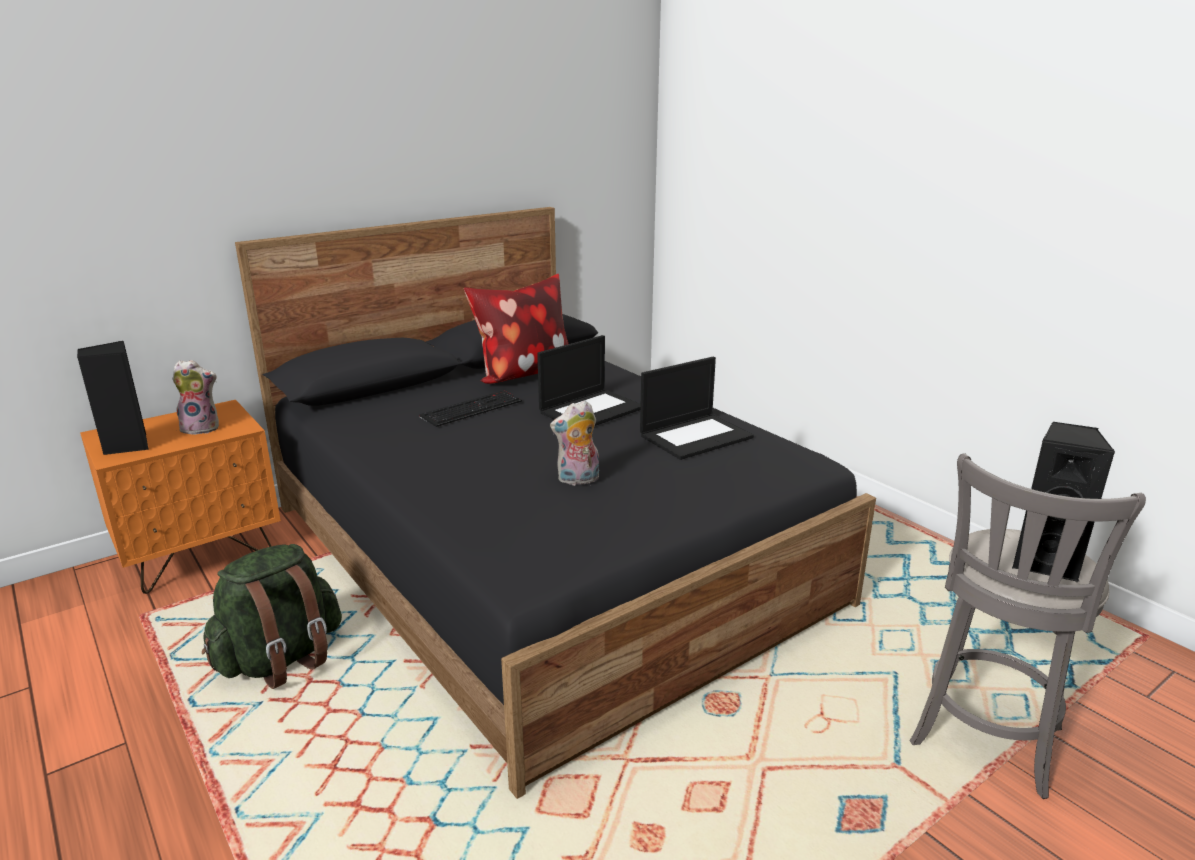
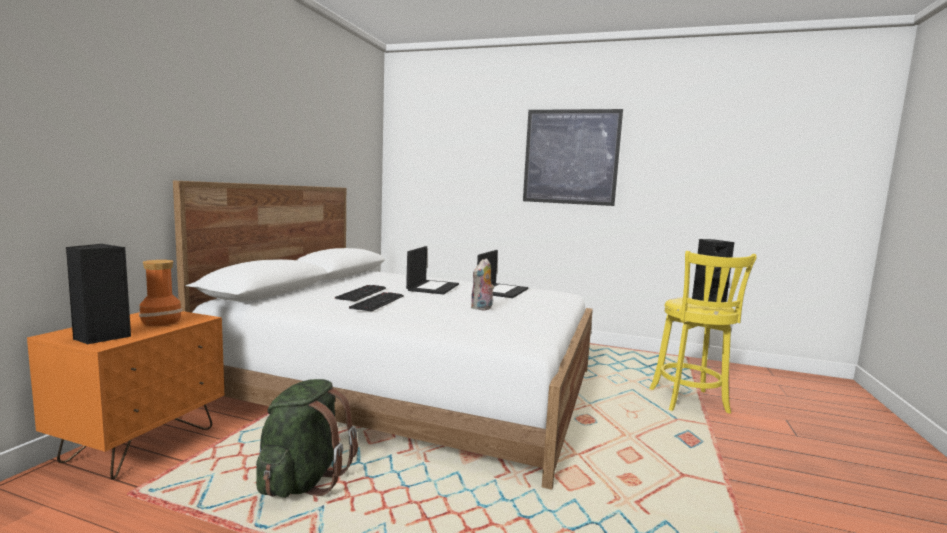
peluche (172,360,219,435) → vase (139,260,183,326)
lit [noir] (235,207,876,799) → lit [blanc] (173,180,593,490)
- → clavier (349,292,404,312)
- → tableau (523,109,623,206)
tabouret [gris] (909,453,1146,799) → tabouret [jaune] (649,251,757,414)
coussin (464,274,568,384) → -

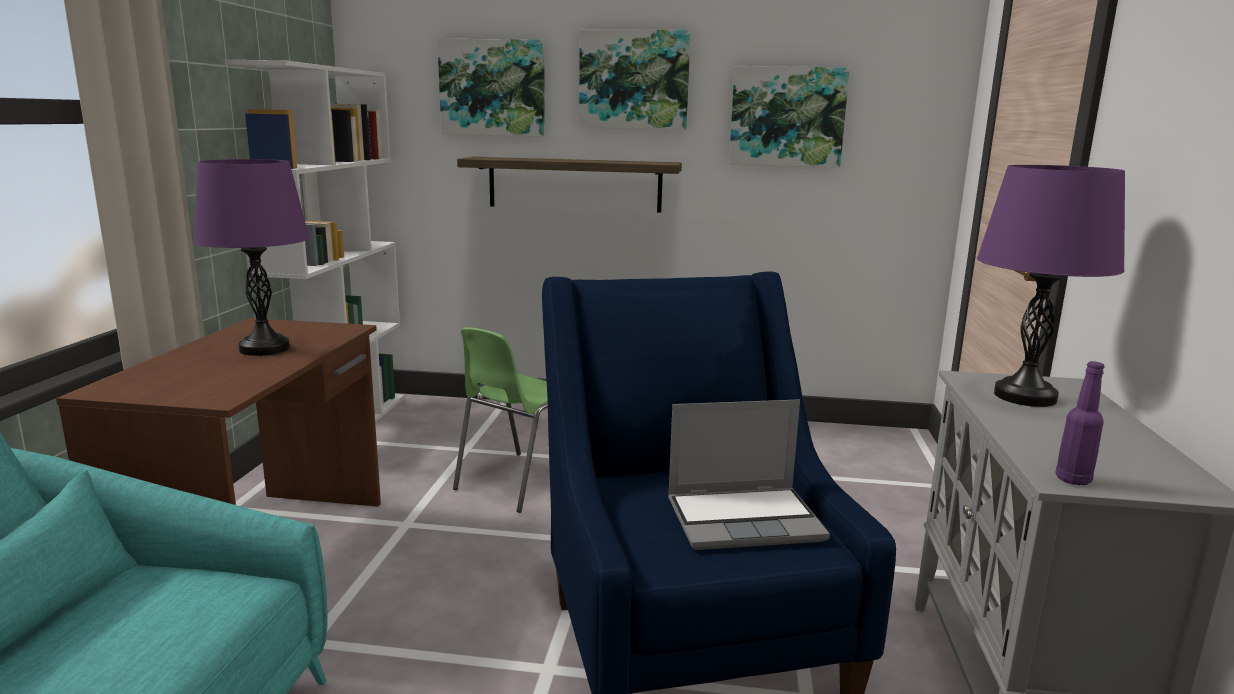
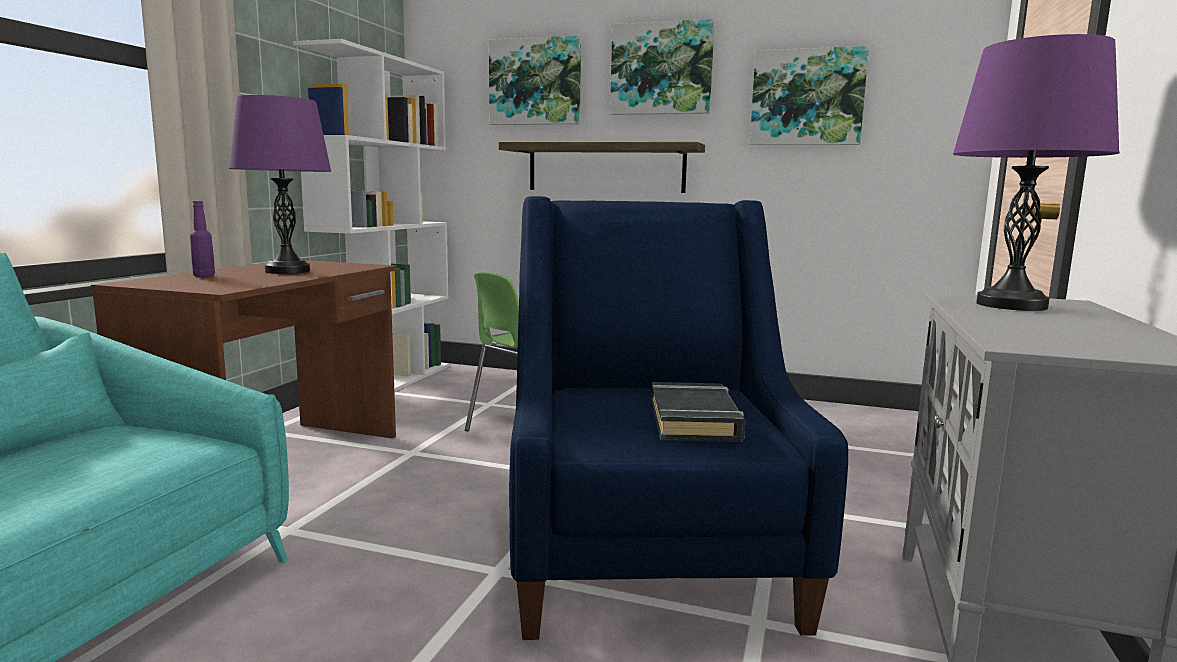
bouteille [violet] (1056,361,1104,485) → bouteille [violet] (190,201,215,277), move
ordinateur portable (668,399,830,550) → livre [noir] (651,382,745,442)

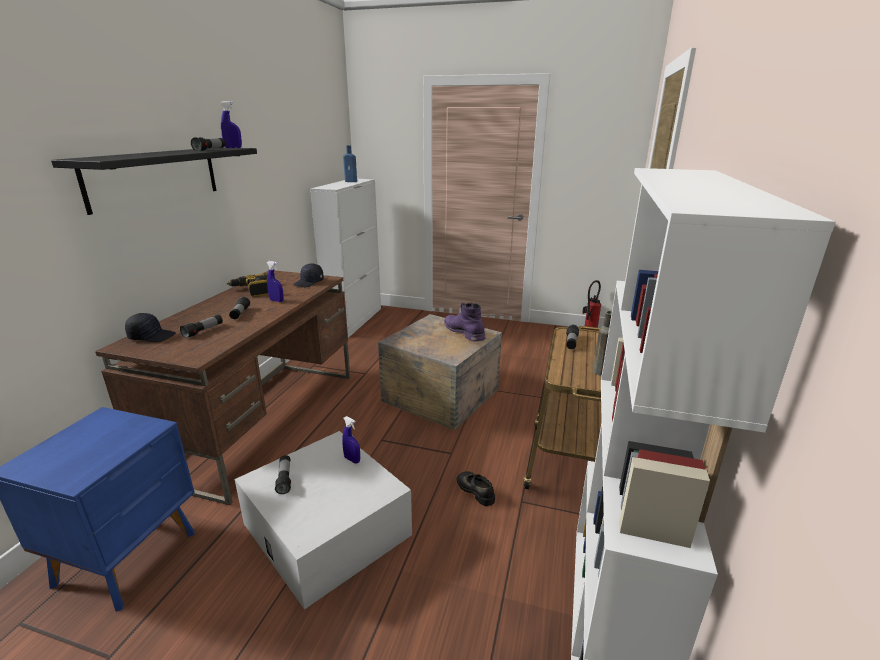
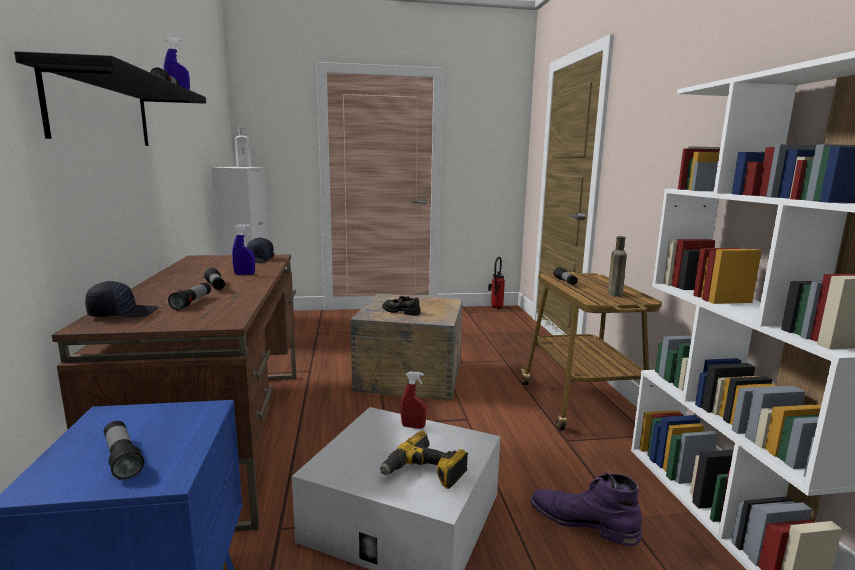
lampe de poche (275,455,291,494) → lampe de poche (104,421,144,480), move
bouteille [bleu] (343,145,357,182) → bouteille [blanc] (235,126,251,167)
perceuse (227,273,268,297) → perceuse (380,431,468,489), move
chaussure [noir] (457,471,495,506) → chaussure [noir] (382,296,421,316), move
vaporisateur [bleu] (342,416,360,464) → vaporisateur [rouge] (401,372,426,429)
botte [violet] (444,302,486,341) → botte [violet] (531,473,642,546), move

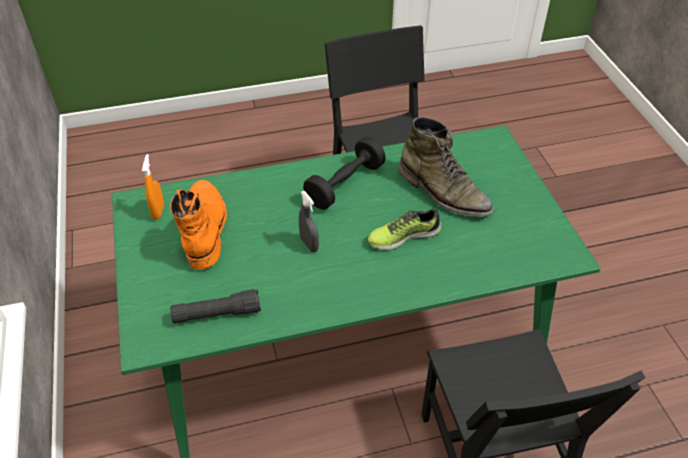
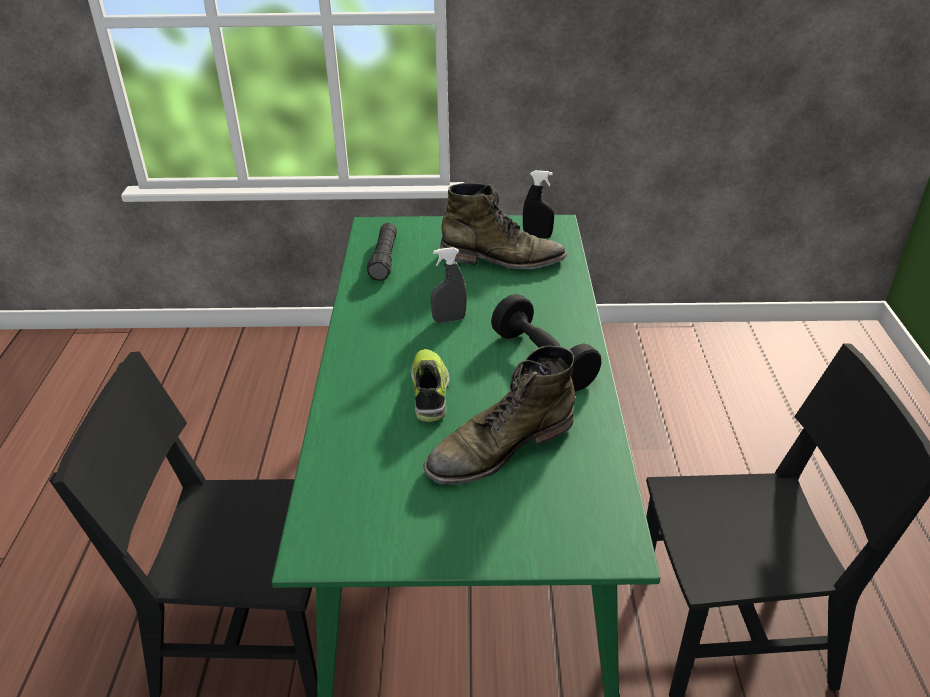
botte [orange] (170,180,227,269) → botte [vert] (440,183,567,269)
vaporisateur [orange] (142,154,164,220) → vaporisateur [noir] (523,170,554,238)

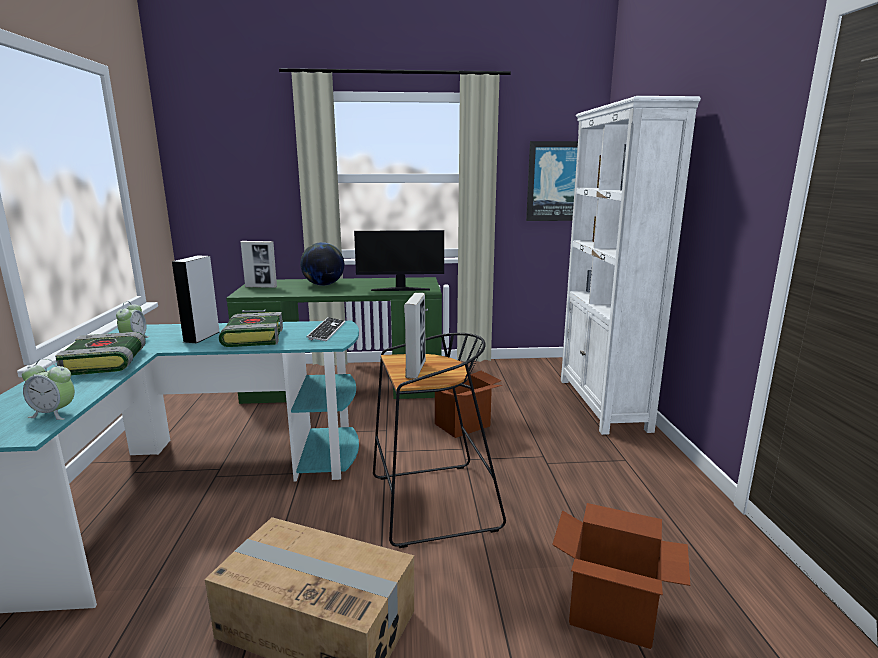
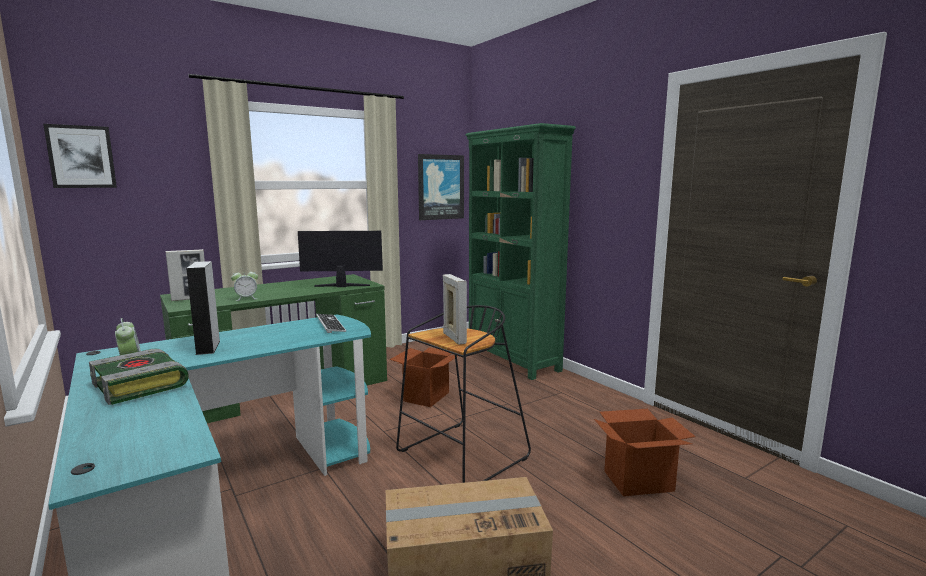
- → tableau (43,124,117,188)
réveil (22,359,75,420) → réveil (231,268,258,301), move
écran d'ordinateur (354,230,444,291) → écran d'ordinateur (298,231,383,287), 150 degrees counterclockwise
bibliothèque [blanc] (561,96,701,435) → bibliothèque [vert] (465,123,576,380)
livre (219,312,283,347) → -
globe (300,242,344,286) → -

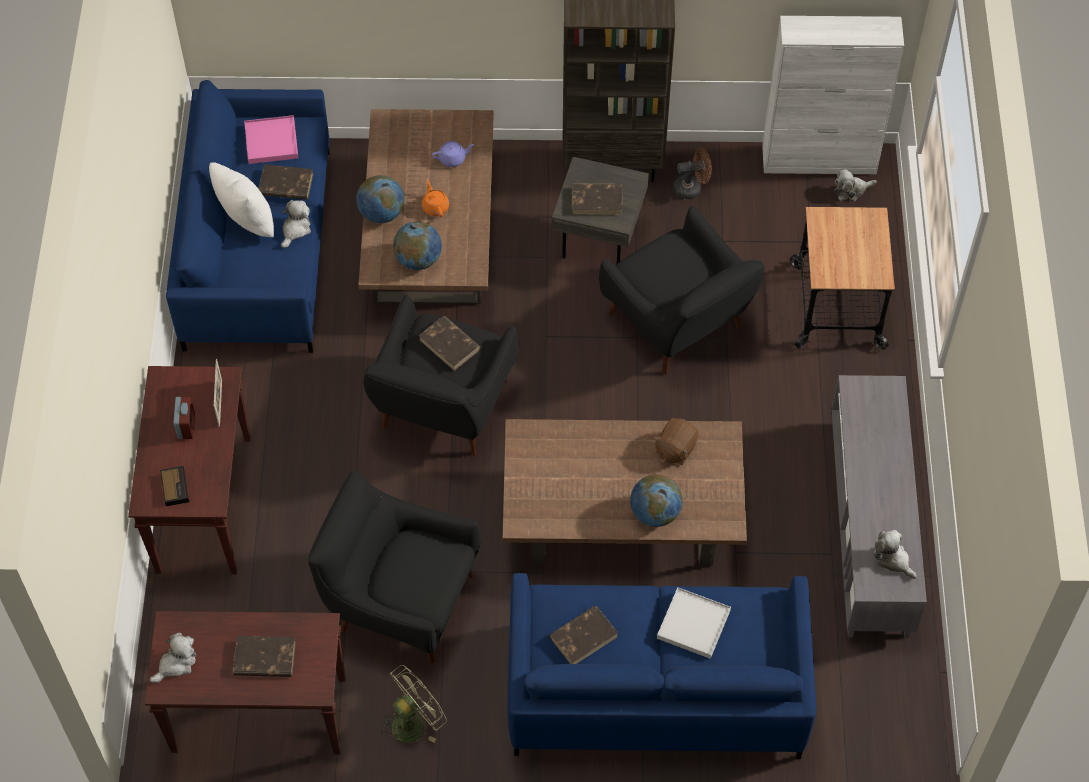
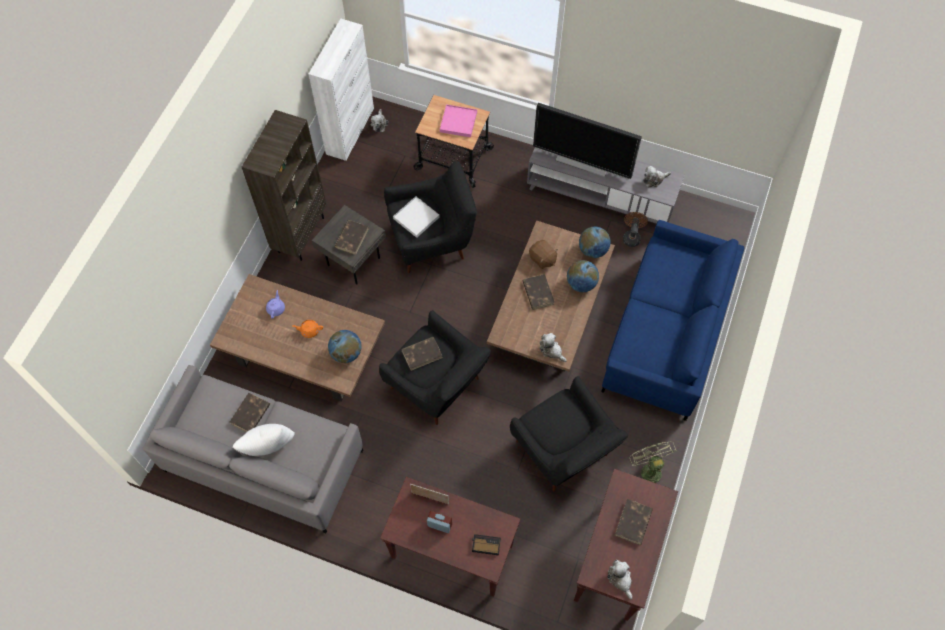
canapé [bleu] (166,80,330,353) → canapé [gris] (142,365,363,533)
plateau [blanc] (657,587,731,659) → plateau [blanc] (393,196,439,238), move
plateau [rose] (244,115,298,164) → plateau [rose] (440,104,477,137), move
fauteuil [noir] (308,471,481,664) → fauteuil [noir] (510,376,628,491), 75 degrees counterclockwise
livre [marron] (549,605,618,664) → livre [marron] (522,274,554,310), move
- → téléviseur (533,103,642,179)
peluche (281,200,311,248) → peluche (539,333,567,362), move
globe (356,175,404,223) → globe (579,226,611,258), move
ventilateur [marron] (674,148,712,199) → ventilateur [marron] (623,212,648,247), move

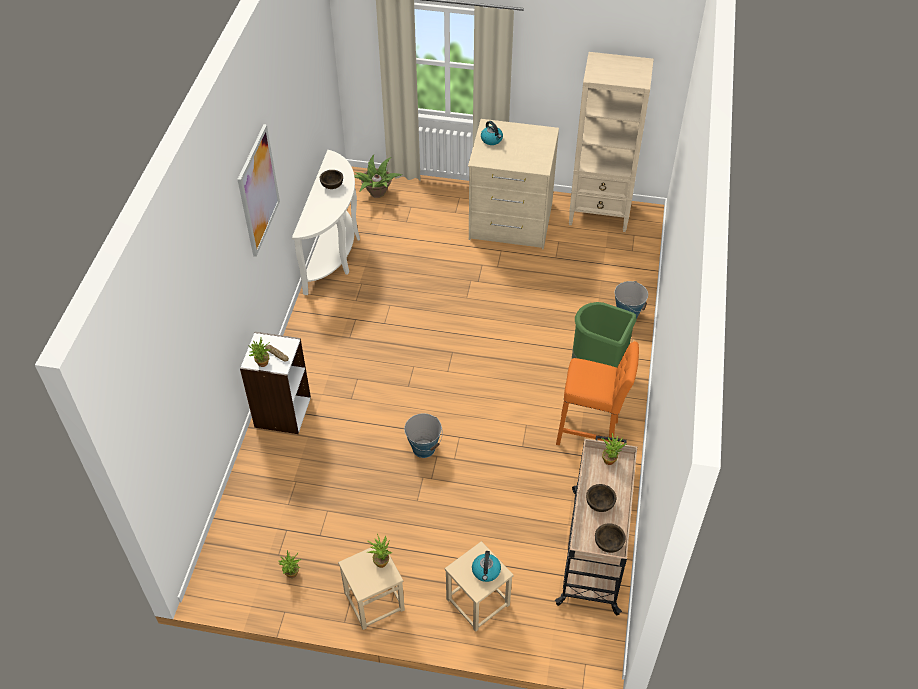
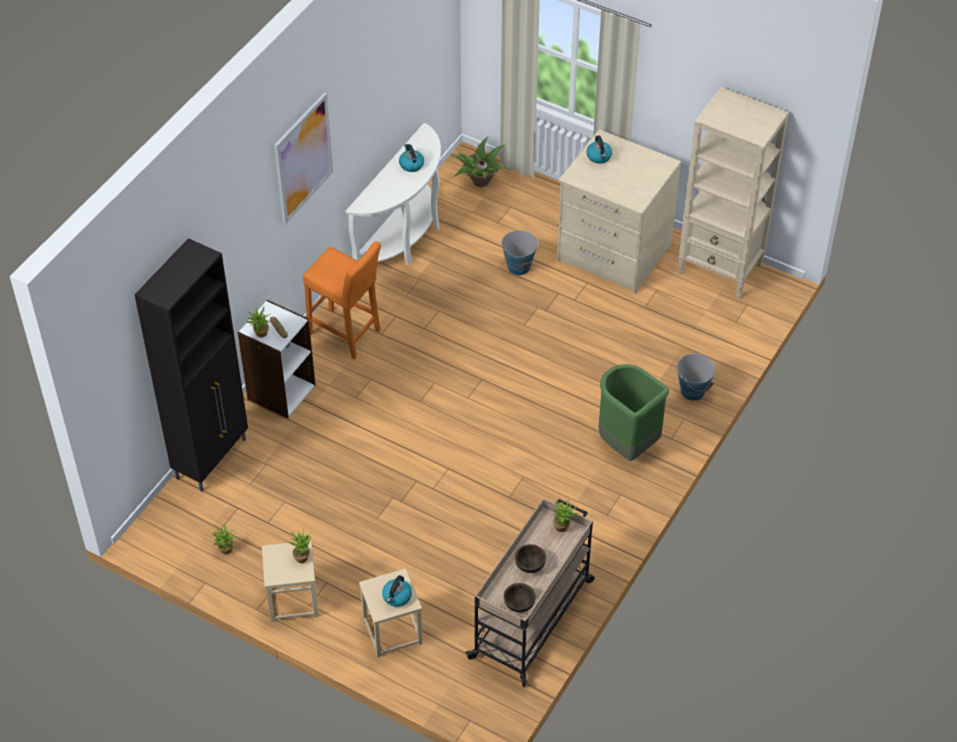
- → meuble de rangement [noir] (135,238,248,491)
tabouret [orange] (556,341,639,445) → tabouret [orange] (303,241,381,359), move
bol [marron] (320,170,343,189) → bouilloire (399,144,424,172)
seau (404,413,443,458) → seau (501,230,539,275), move

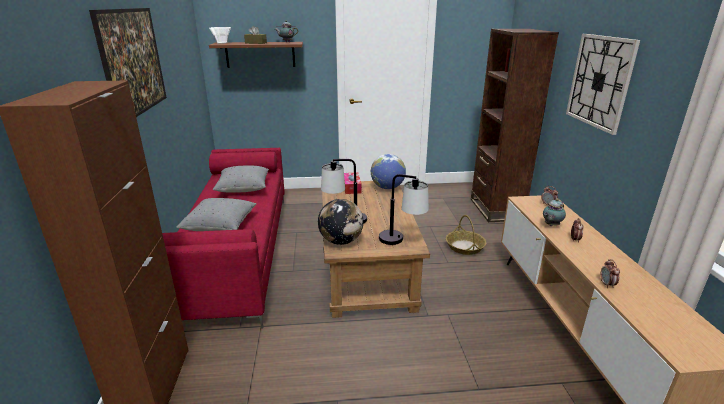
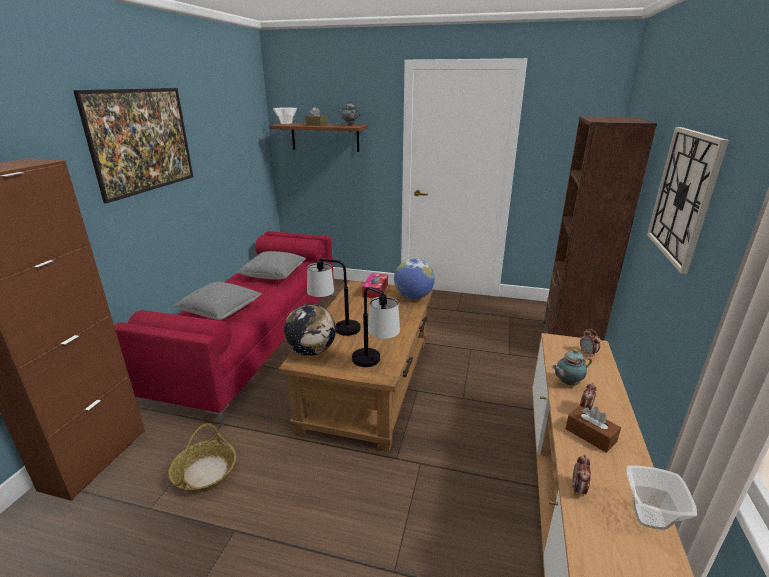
panier (446,215,486,255) → panier (168,423,236,493), move
- → boîte à mouchoirs [marron] (565,406,621,453)
- → bol (626,466,697,530)

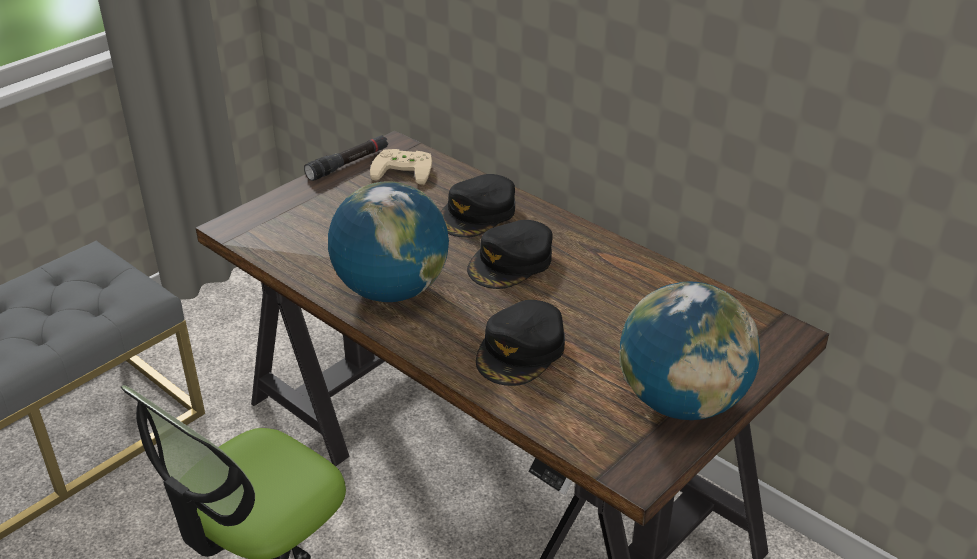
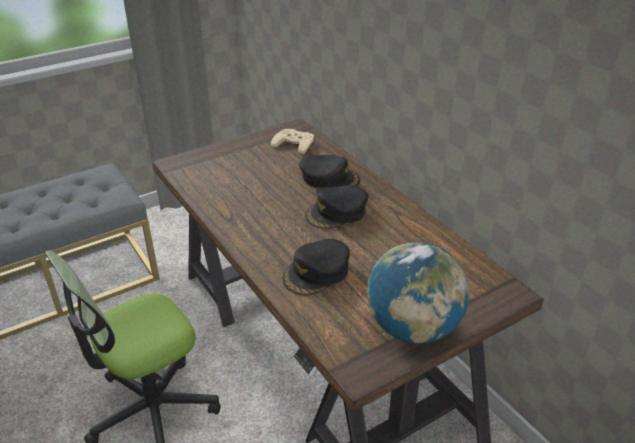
casquette [noir] (441,174,515,238) → casquette [noir] (299,155,360,188), 120 degrees counterclockwise
lampe de poche [noir] (304,135,388,181) → -
globe (328,181,449,302) → -

